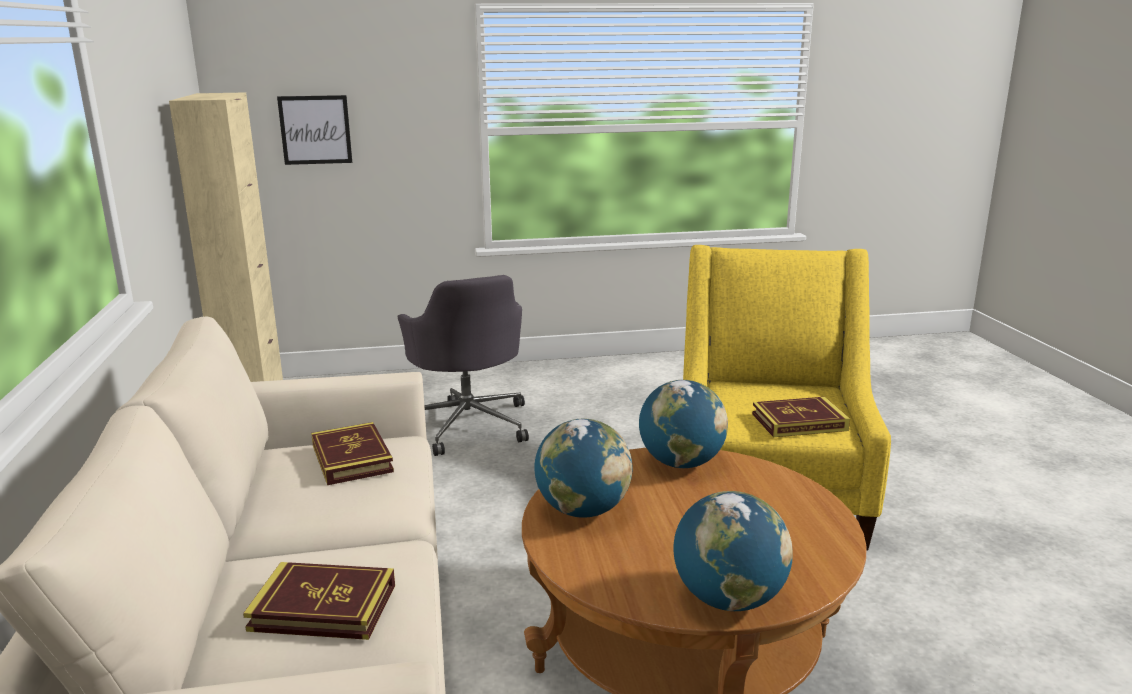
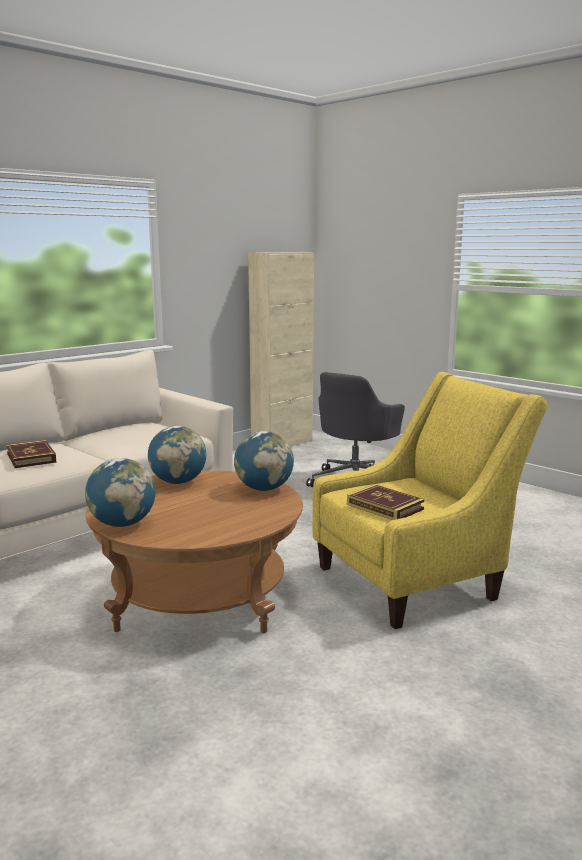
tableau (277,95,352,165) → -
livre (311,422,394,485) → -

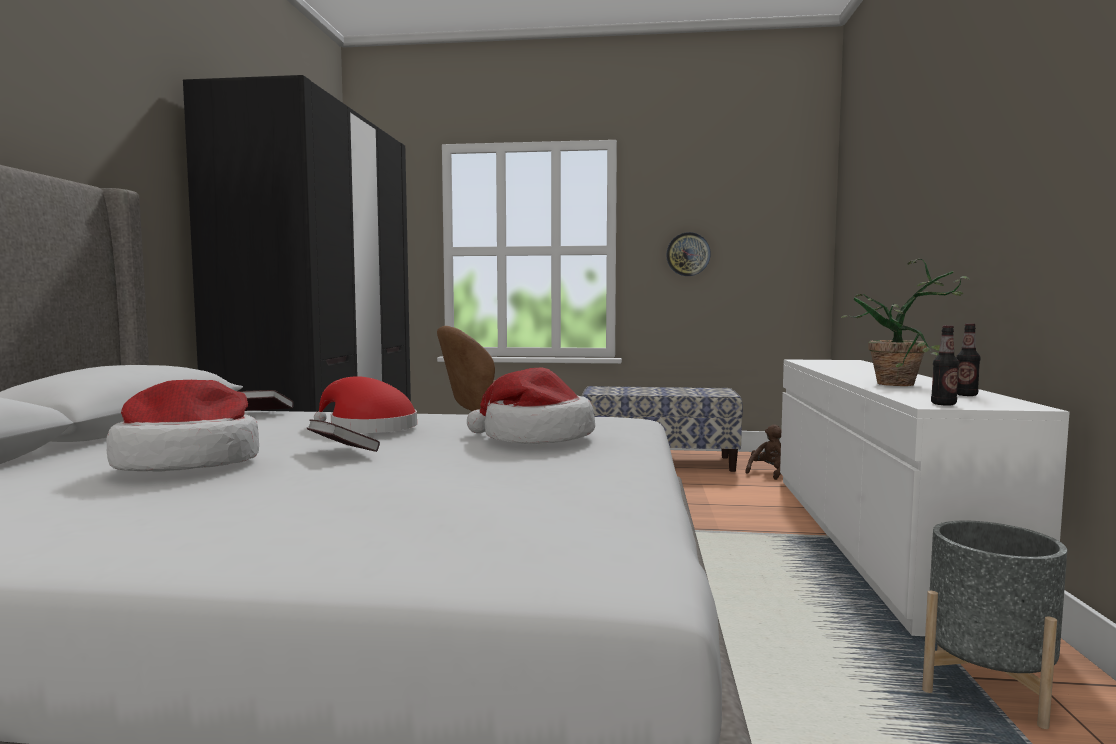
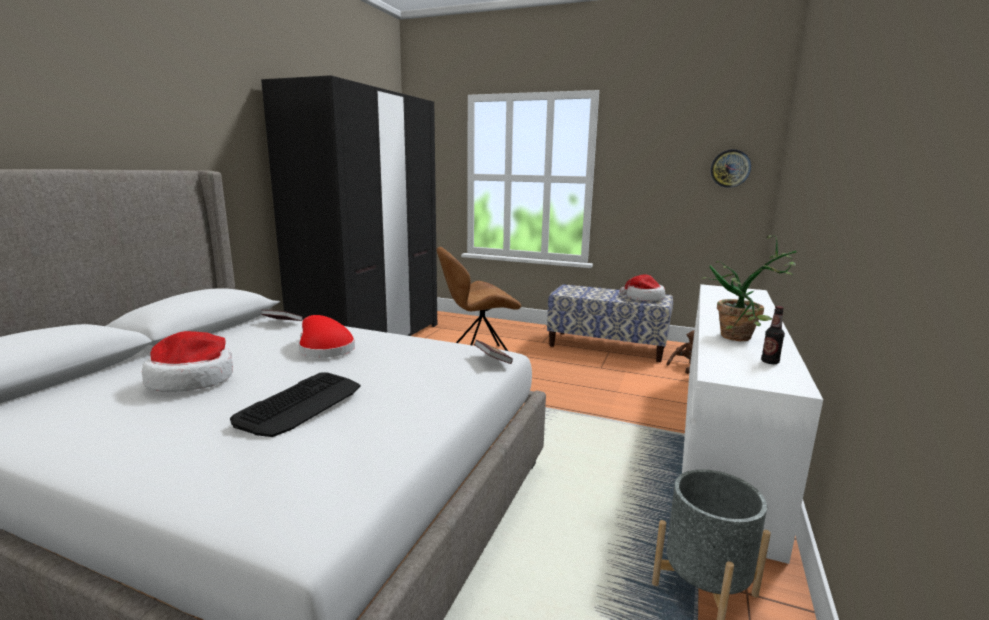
- → clavier (230,372,360,437)
livre (307,420,380,452) → livre (474,339,513,364), move
chapeau (467,367,595,444) → chapeau (620,275,665,301), move
horloge murale (666,232,711,276) → horloge murale (711,150,751,188), move
bouteille (931,325,959,406) → -

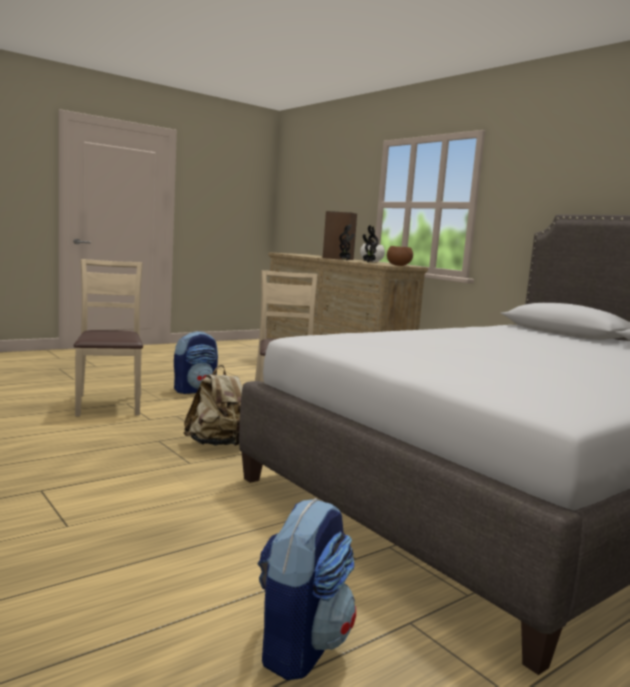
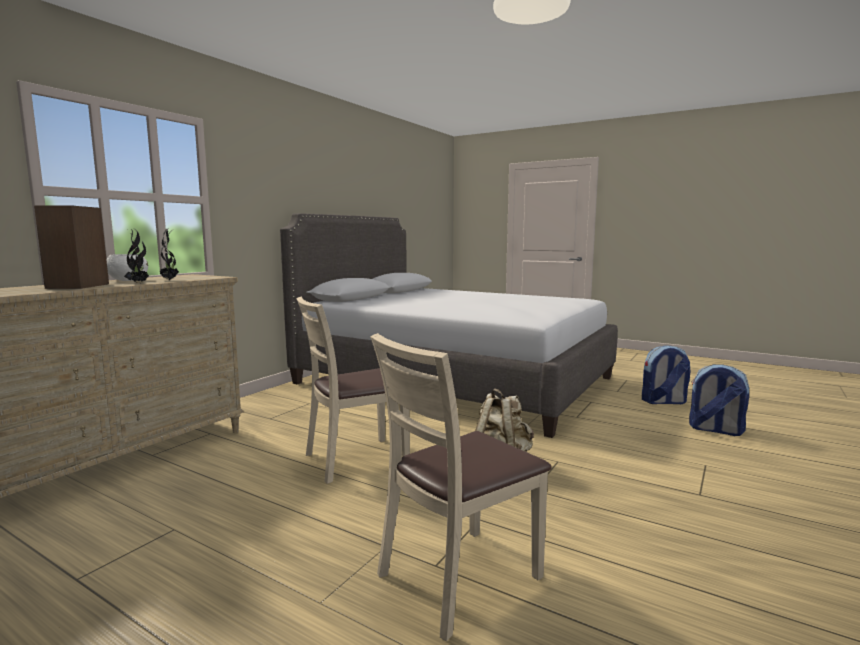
sac à dos (174,331,218,394) → sac à dos (689,364,749,436), move
bol [marron] (387,246,413,266) → -

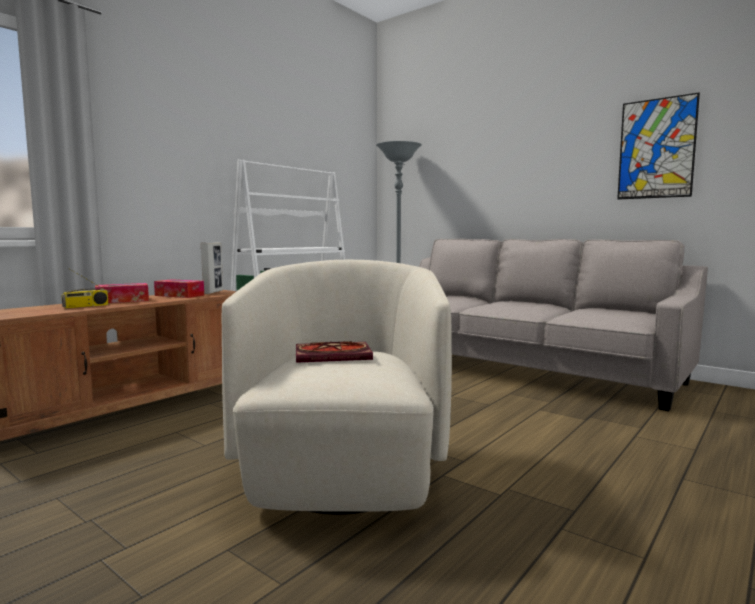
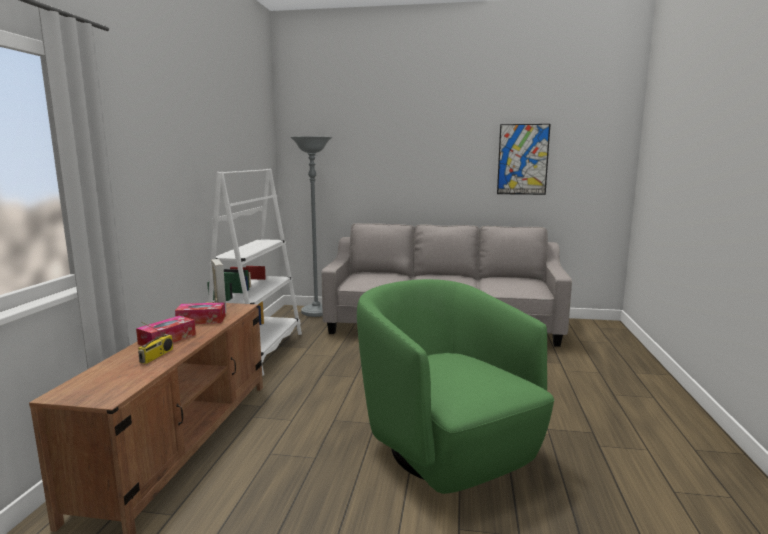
fauteuil [beige] (222,260,452,514) → fauteuil [vert] (357,279,554,494)
livre (296,341,373,363) → -

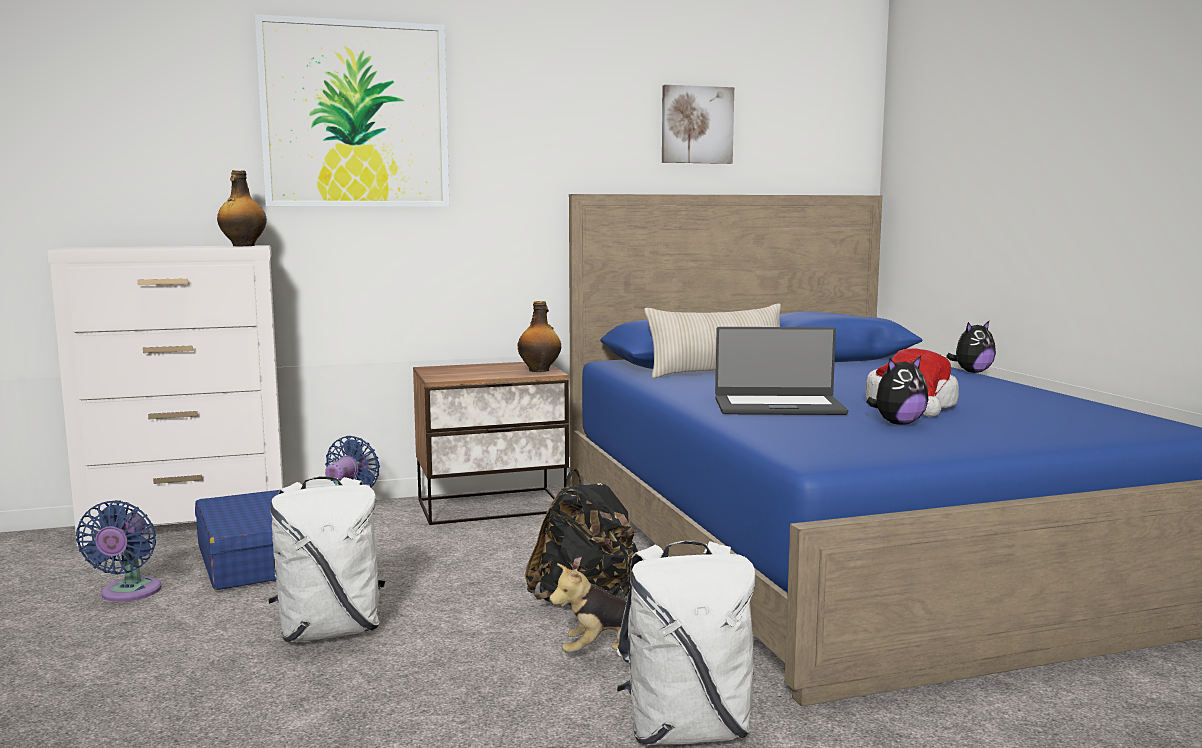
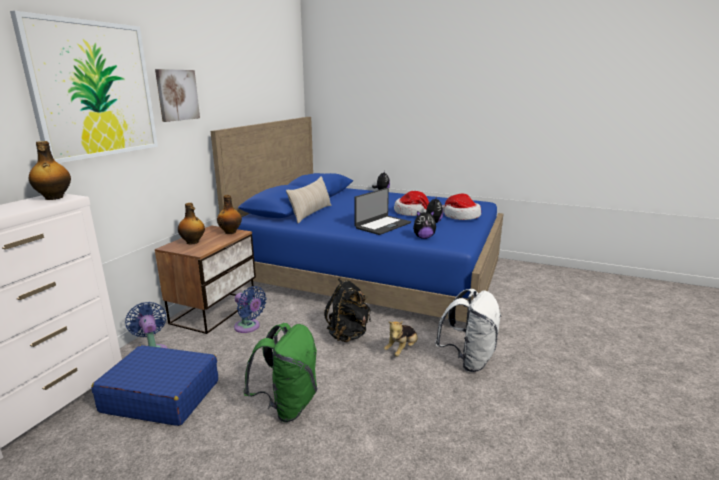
tableau (662,85,734,164) → tableau (155,69,200,122), move
- → bouteille (178,203,205,244)
ventilateur [bleu] (76,500,162,602) → ventilateur [bleu] (234,286,267,333), move
sac à dos [blanc] (269,476,385,642) → sac à dos [vert] (244,323,318,422)
- → peluche (413,211,436,239)
- → chapeau (442,193,481,220)

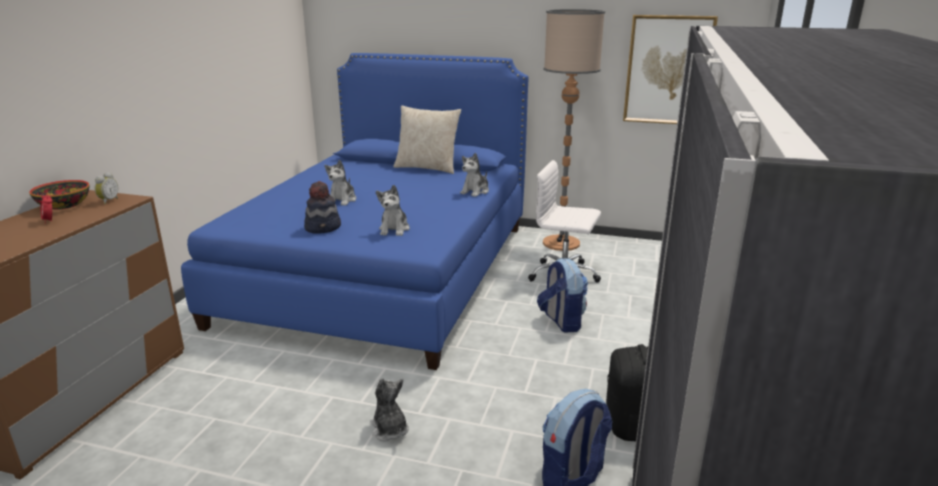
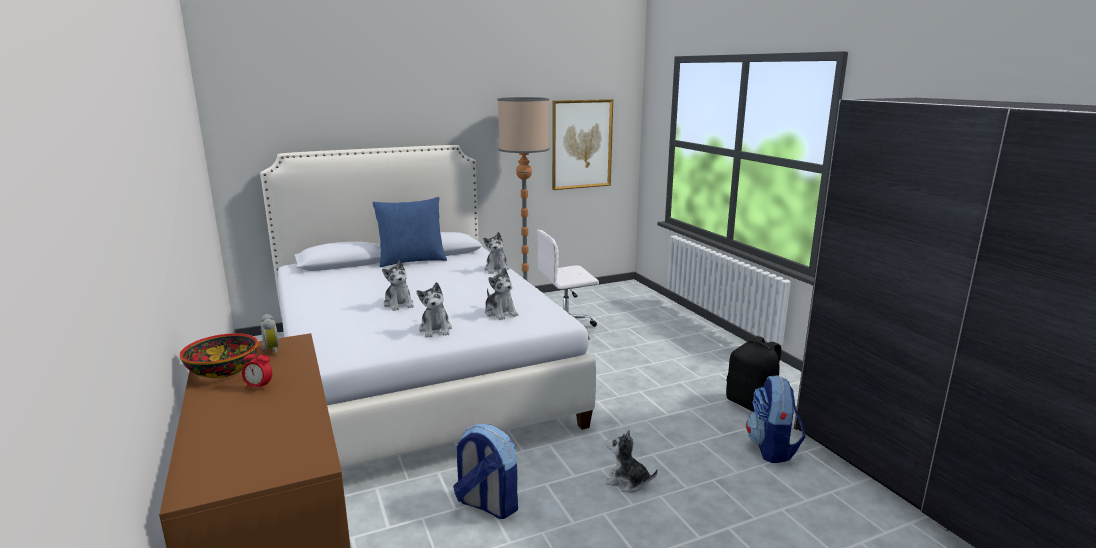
lit [bleu] (181,53,528,370) → lit [blanc] (260,145,596,469)
coussin [beige] (394,106,461,174) → coussin [bleu] (372,197,447,267)
chapeau (304,181,341,234) → peluche (417,282,452,338)
sac à dos (537,258,588,333) → sac à dos (453,424,518,519), move

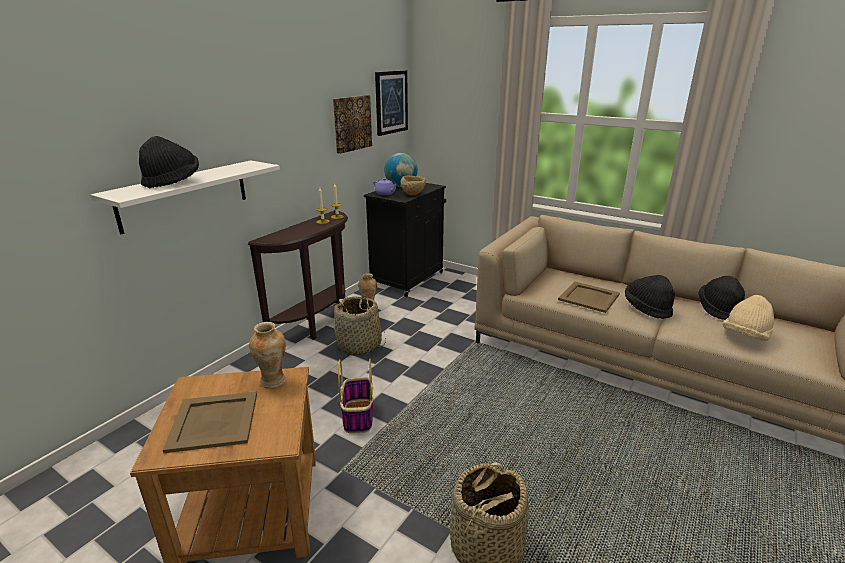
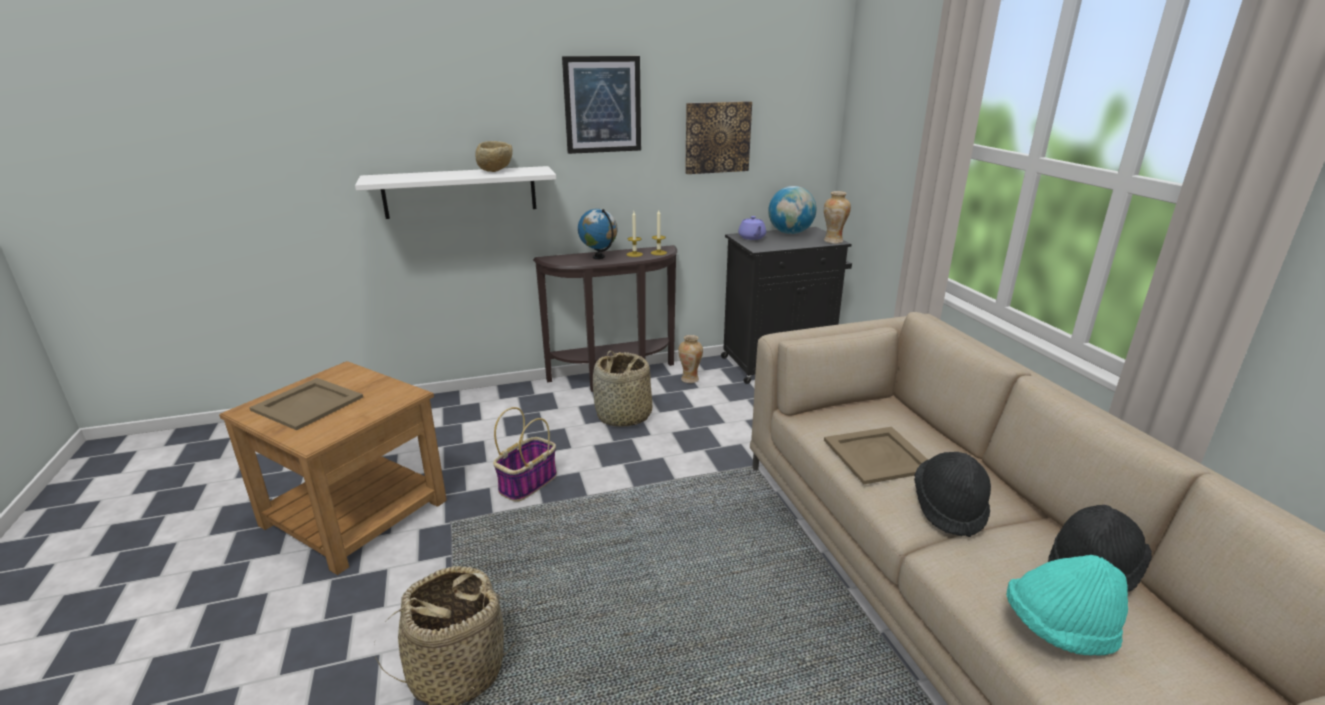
bol [beige] (401,176,426,195) → bol [beige] (475,141,513,172), move
tableau (375,70,408,136) → tableau (562,56,641,154), move
- → globe (578,209,617,259)
vase (249,322,286,388) → vase (824,191,851,244), move
chapeau [beige] (722,295,774,341) → chapeau [turquoise] (1007,555,1128,656)
chapeau [noir] (139,136,199,188) → -

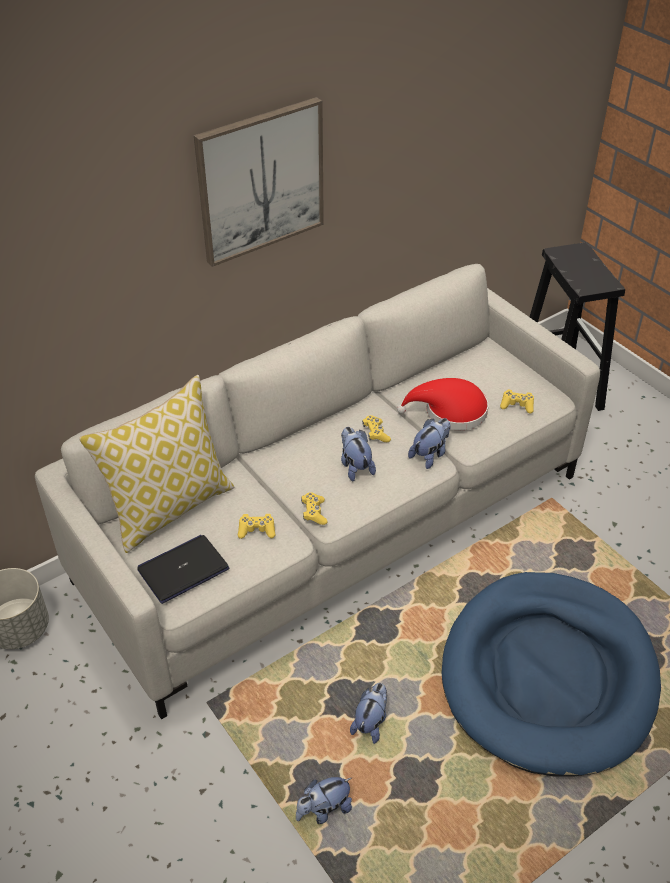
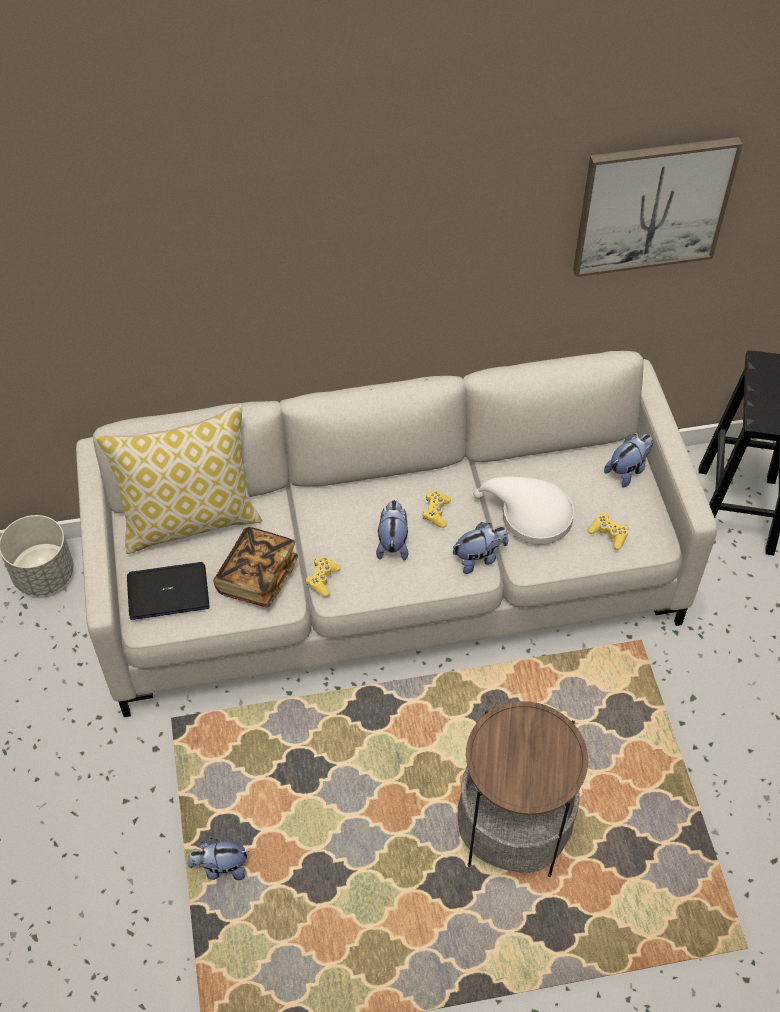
manette [jaune] (238,514,275,539) → livre (213,527,298,608)
panier pour chien [bleu] (442,572,661,777) → table d'appoint (458,701,588,877)
chapeau [rouge] (397,378,488,430) → chapeau [blanc] (473,477,574,545)
tableau (194,97,324,267) → tableau (573,137,743,277), move
peluche (350,683,387,744) → peluche (604,434,653,487), move

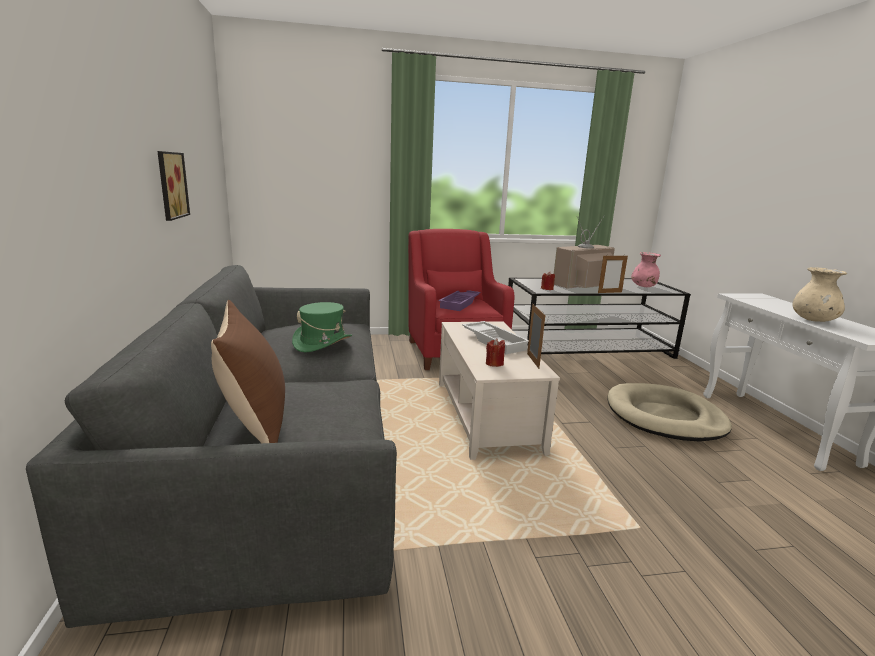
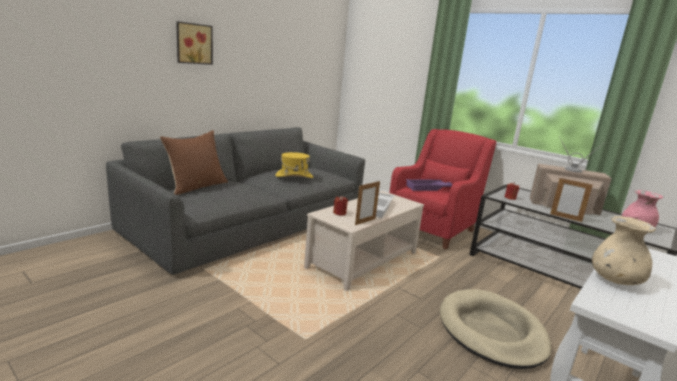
tableau (157,151,190,221) → tableau (176,21,213,65), move
chapeau [vert] (292,302,352,352) → chapeau [jaune] (275,152,313,178)

